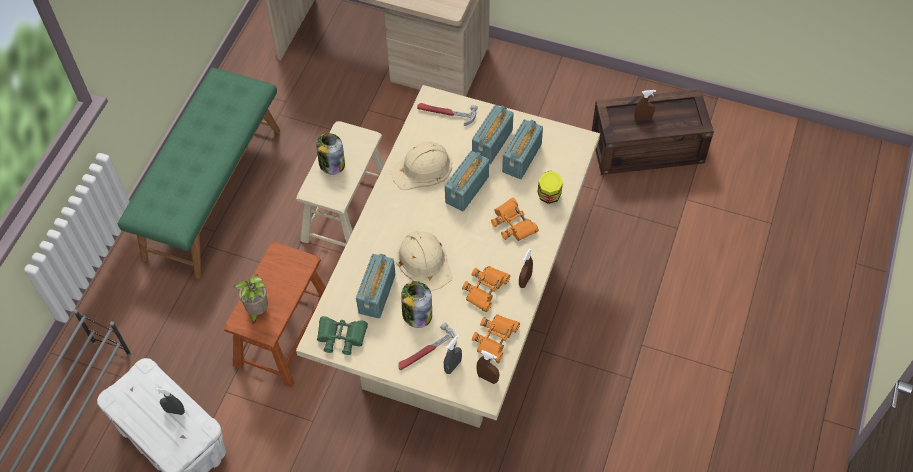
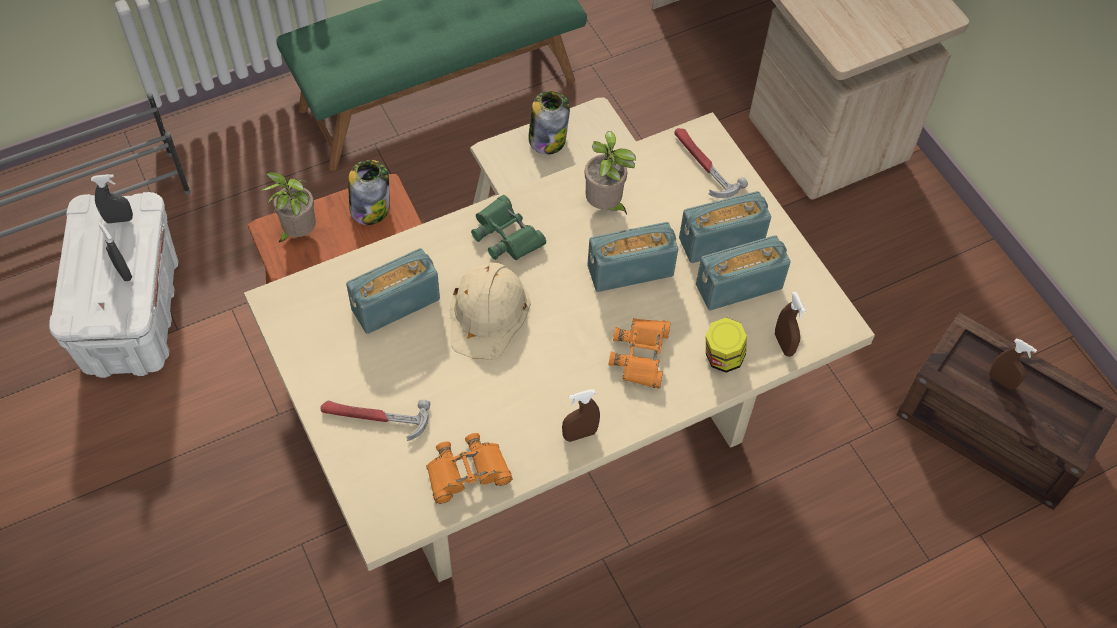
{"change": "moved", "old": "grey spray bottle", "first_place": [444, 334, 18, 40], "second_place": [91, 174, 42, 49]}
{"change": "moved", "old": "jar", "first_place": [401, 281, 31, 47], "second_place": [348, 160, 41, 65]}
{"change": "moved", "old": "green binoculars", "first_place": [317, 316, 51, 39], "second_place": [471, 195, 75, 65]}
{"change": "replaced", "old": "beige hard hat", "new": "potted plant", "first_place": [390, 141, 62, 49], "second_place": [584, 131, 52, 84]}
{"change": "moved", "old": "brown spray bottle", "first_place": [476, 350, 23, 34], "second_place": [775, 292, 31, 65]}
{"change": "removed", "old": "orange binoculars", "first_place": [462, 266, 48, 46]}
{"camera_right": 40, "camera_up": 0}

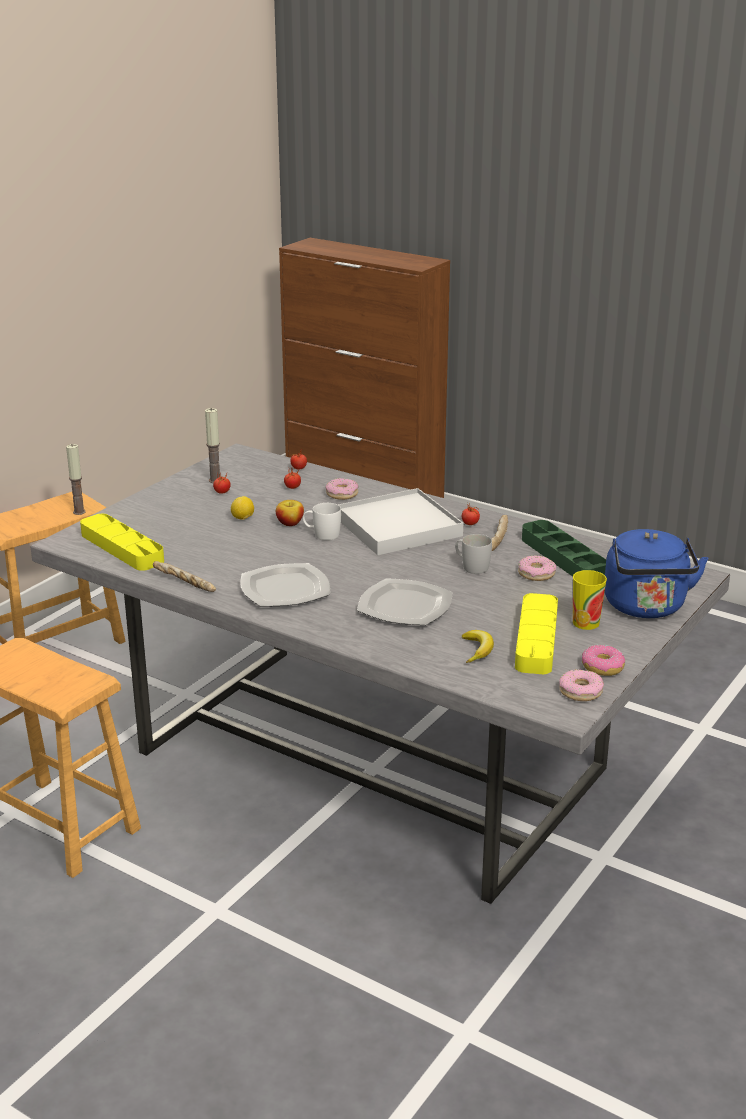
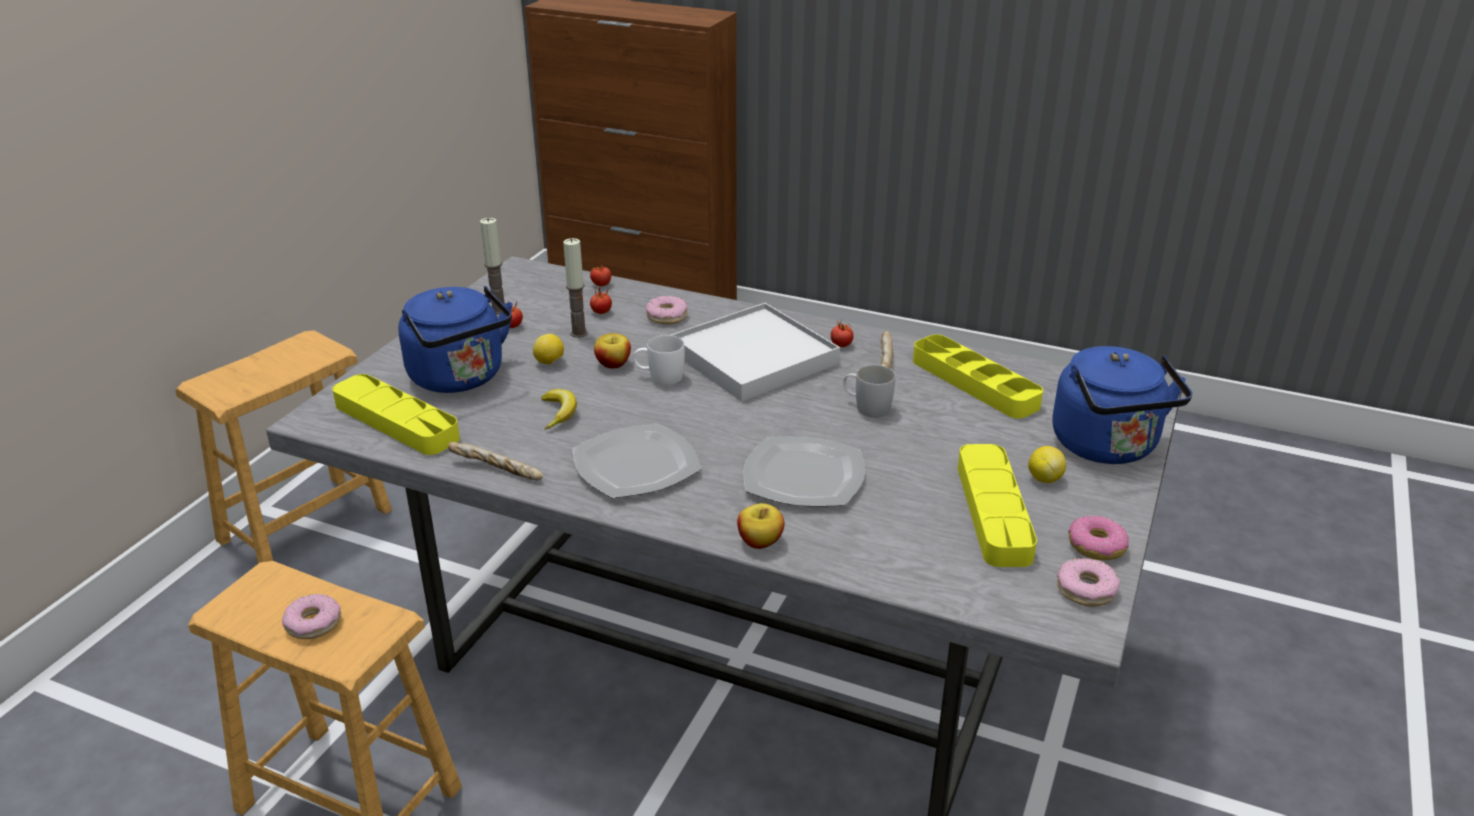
{"change": "moved", "old": "donut", "first_place": [518, 555, 38, 26], "second_place": [282, 594, 59, 45]}
{"change": "added", "new": "blue kettle", "second_place": [398, 286, 115, 107]}
{"change": "moved", "old": "banana", "first_place": [462, 630, 32, 33], "second_place": [541, 389, 36, 41]}
{"change": "moved", "old": "candle", "first_place": [66, 444, 20, 71], "second_place": [563, 238, 25, 100]}
{"change": "added", "new": "apple", "second_place": [737, 503, 47, 46]}
{"change": "recoloured", "old": "green tray", "new": "yellow tray", "first_place": [522, 520, 84, 57], "second_place": [913, 334, 130, 84]}
{"change": "replaced", "old": "cup", "new": "lemon", "first_place": [573, 570, 34, 60], "second_place": [1028, 446, 38, 37]}
{"camera_right": -10, "camera_up": 5}

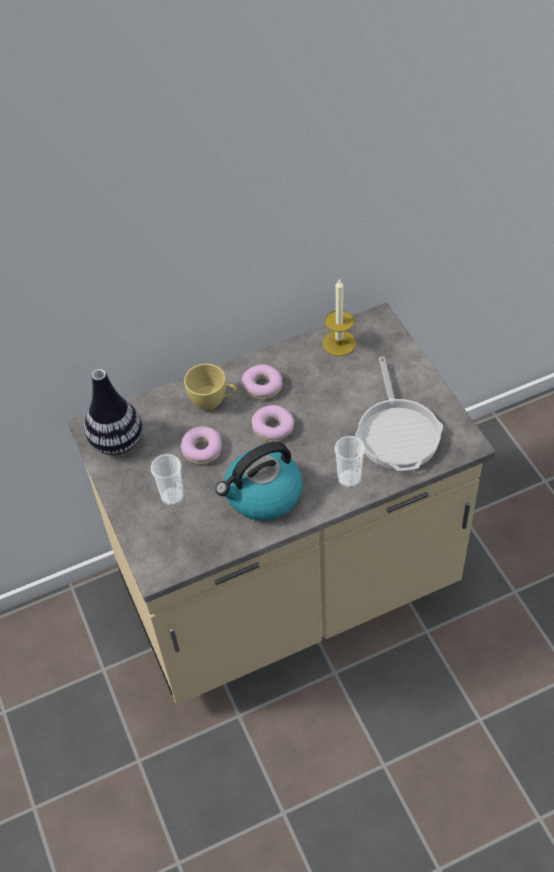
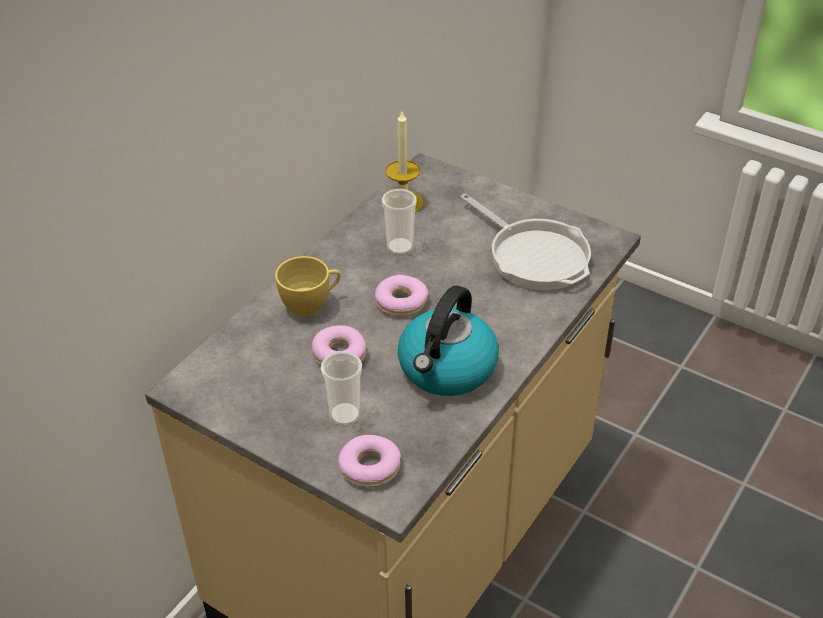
{"change": "moved", "old": "donut", "first_place": [241, 364, 41, 35], "second_place": [338, 435, 63, 52]}
{"change": "moved", "old": "cup", "first_place": [335, 436, 30, 52], "second_place": [382, 189, 35, 66]}
{"change": "removed", "old": "vase", "first_place": [84, 369, 58, 86]}
{"camera_right": -35, "camera_up": -10}

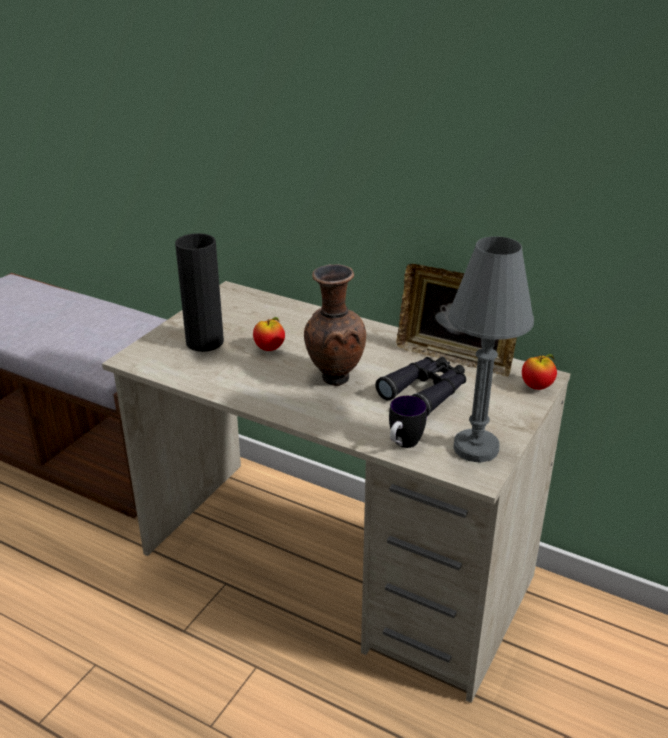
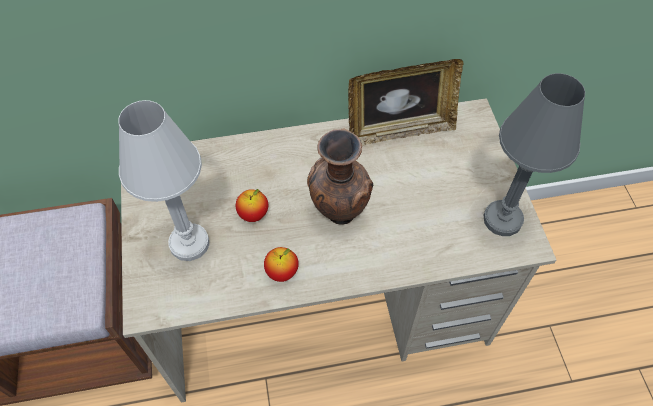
{"change": "replaced", "old": "black vase", "new": "white table lamp", "first_place": [175, 233, 49, 119], "second_place": [118, 100, 91, 161]}
{"change": "moved", "old": "apple", "first_place": [522, 354, 35, 36], "second_place": [264, 247, 35, 35]}
{"change": "removed", "old": "black binoculars", "first_place": [375, 357, 91, 59]}
{"change": "removed", "old": "mug", "first_place": [389, 396, 38, 52]}
{"camera_right": -40, "camera_up": 25}

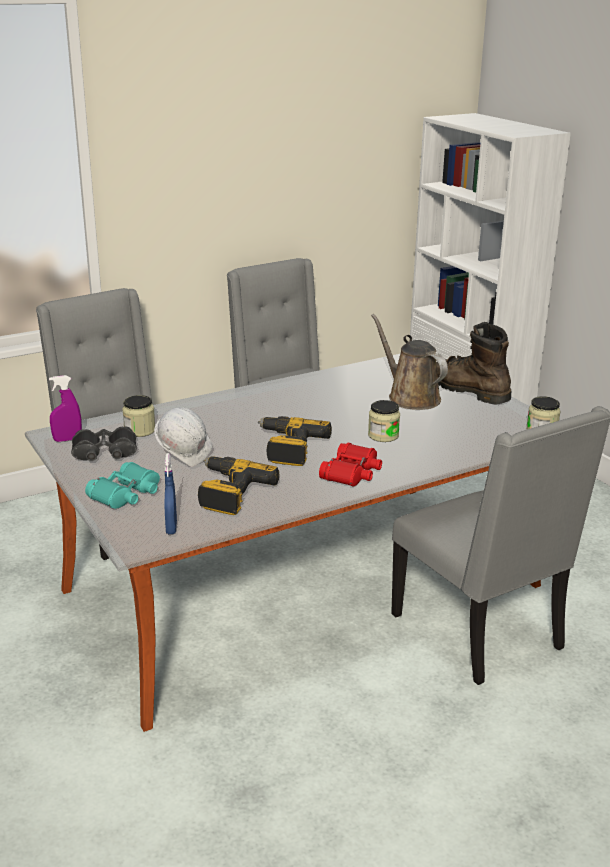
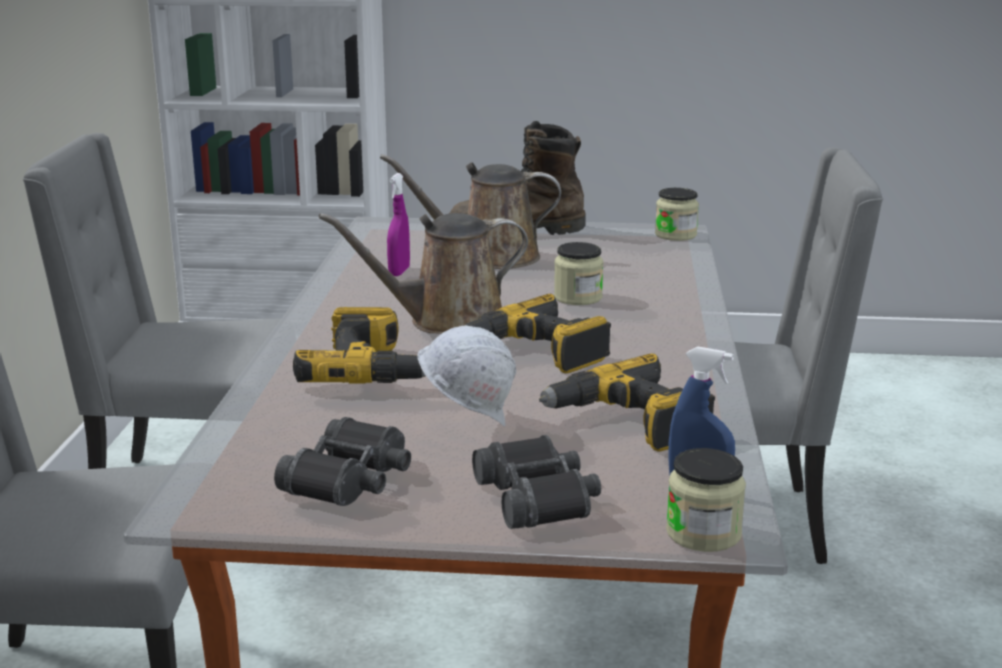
{"change": "added", "new": "power drill", "second_place": [293, 307, 132, 77]}
{"change": "added", "new": "brown watering can", "second_place": [319, 213, 209, 121]}
{"change": "moved", "old": "purple spray bottle", "first_place": [49, 375, 33, 67], "second_place": [387, 173, 23, 103]}
{"change": "recoloured", "old": "turquoise binoculars", "new": "black binoculars", "first_place": [85, 462, 75, 47], "second_place": [472, 435, 129, 94]}
{"change": "moved", "old": "jar", "first_place": [122, 395, 33, 42], "second_place": [666, 448, 80, 104]}
{"change": "removed", "old": "red binoculars", "first_place": [319, 443, 63, 43]}
{"camera_right": -55, "camera_up": -5}

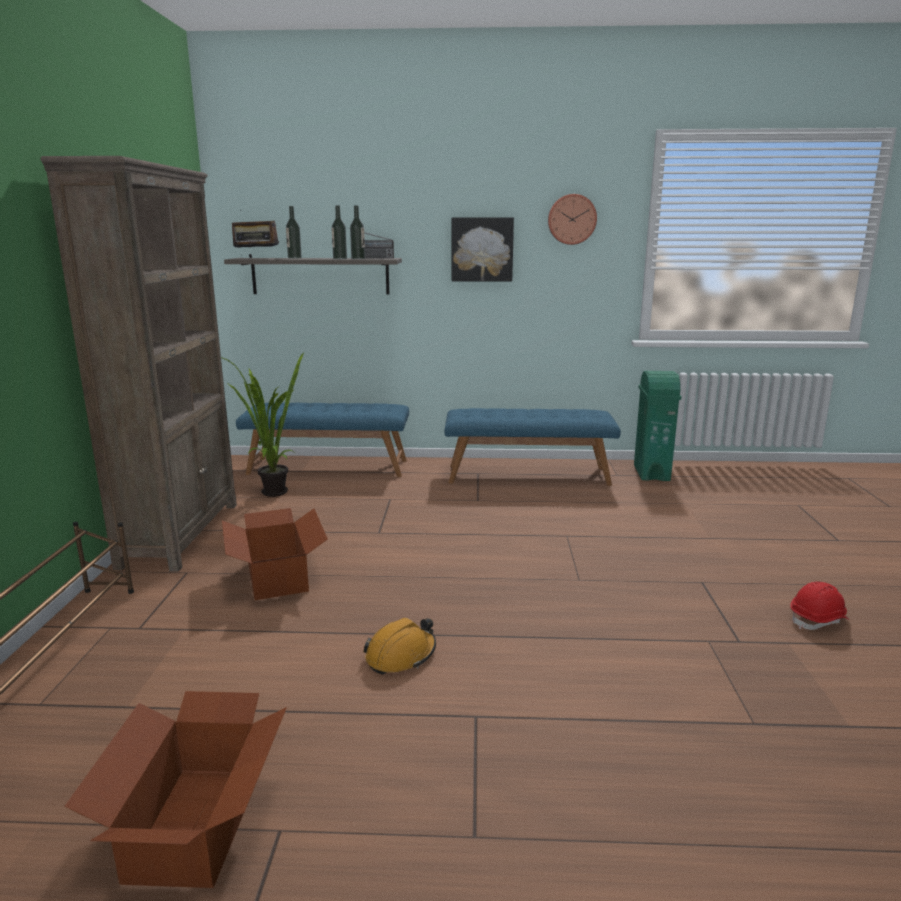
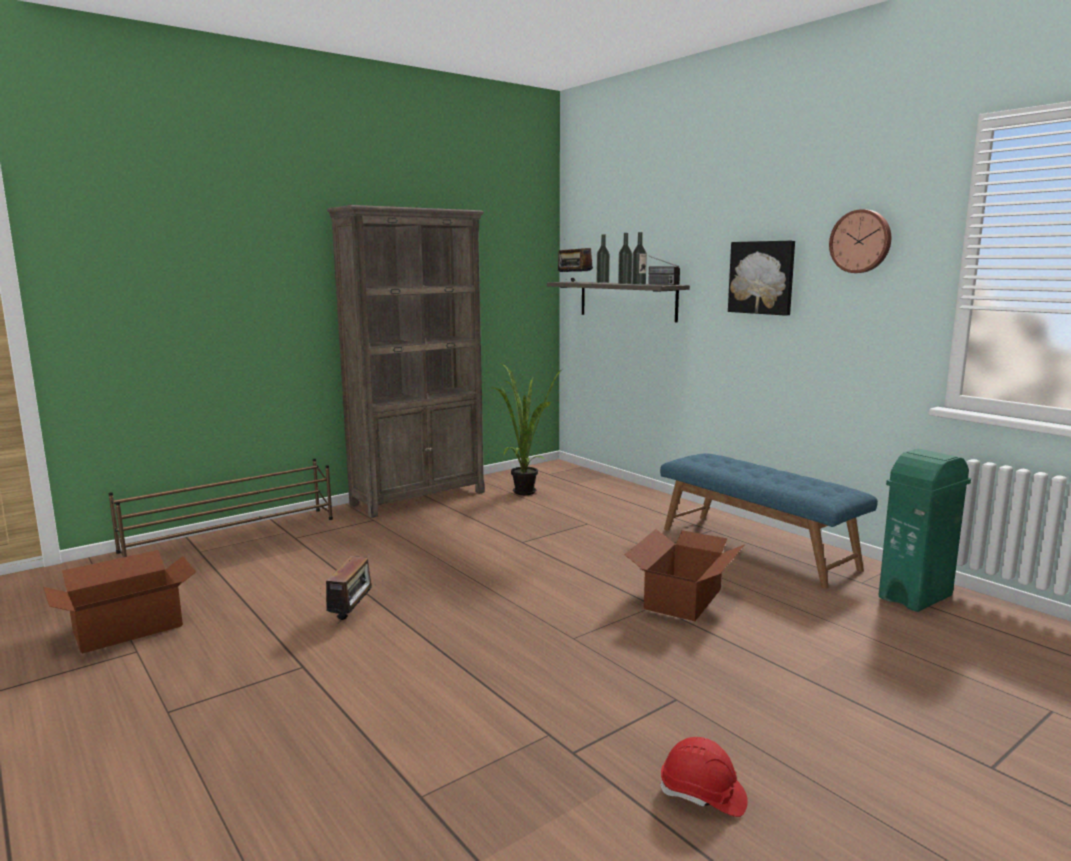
{"change": "replaced", "old": "orange hard hat", "new": "radio", "first_place": [363, 618, 73, 57], "second_place": [326, 556, 50, 66]}
{"change": "moved", "old": "cardboard box", "first_place": [222, 508, 106, 92], "second_place": [625, 529, 119, 92]}
{"change": "removed", "old": "blue bench", "first_place": [236, 402, 173, 75]}
{"camera_right": 50, "camera_up": -5}

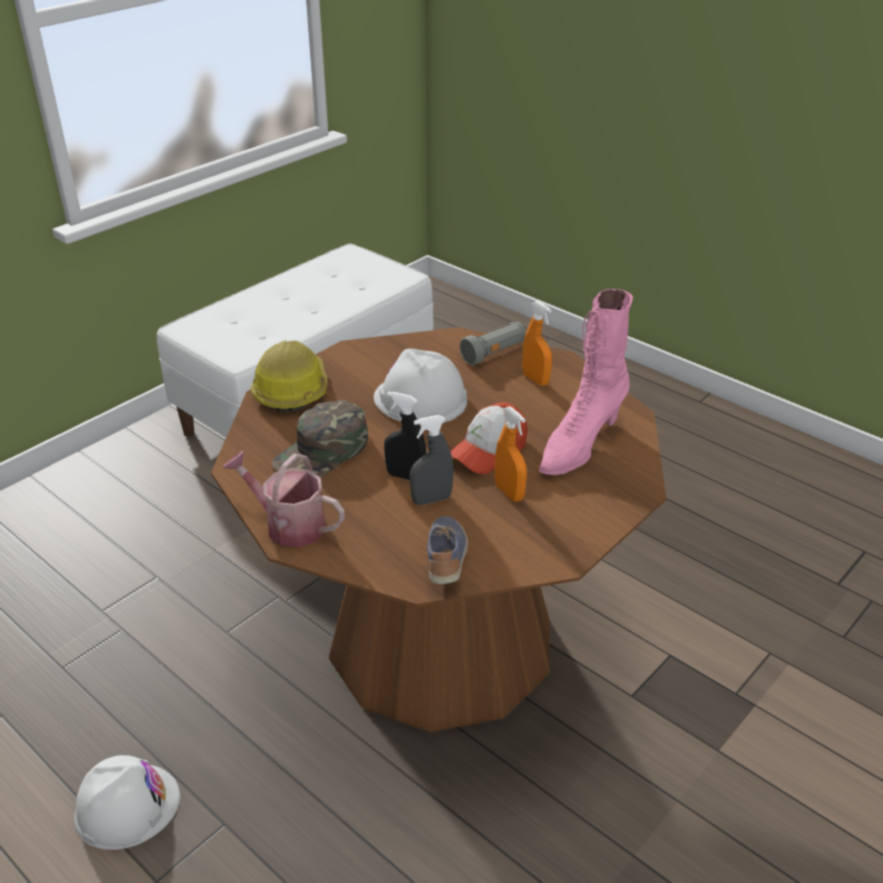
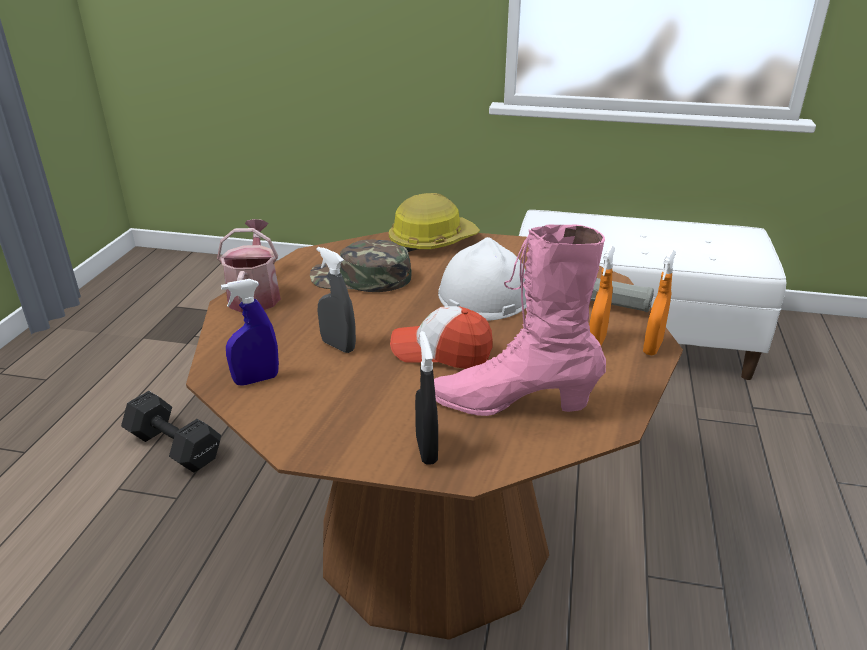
{"change": "replaced", "old": "white hard hat", "new": "black dumbbell", "first_place": [74, 755, 106, 95], "second_place": [121, 391, 100, 82]}
{"change": "replaced", "old": "shoe", "new": "blue spray bottle", "first_place": [427, 516, 41, 68], "second_place": [221, 279, 58, 107]}
{"change": "moved", "old": "black spray bottle", "first_place": [384, 391, 42, 89], "second_place": [415, 331, 23, 133]}
{"change": "moved", "old": "orange spray bottle", "first_place": [495, 406, 32, 96], "second_place": [643, 250, 33, 105]}
{"camera_right": 60, "camera_up": -5}

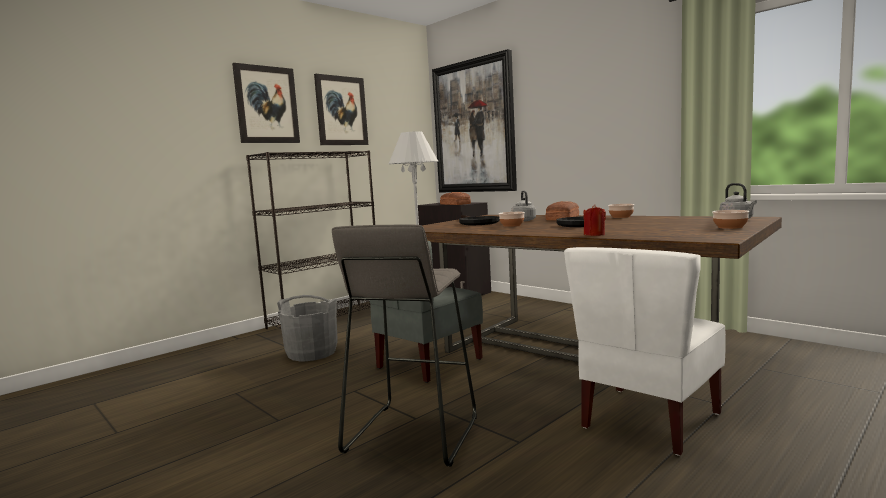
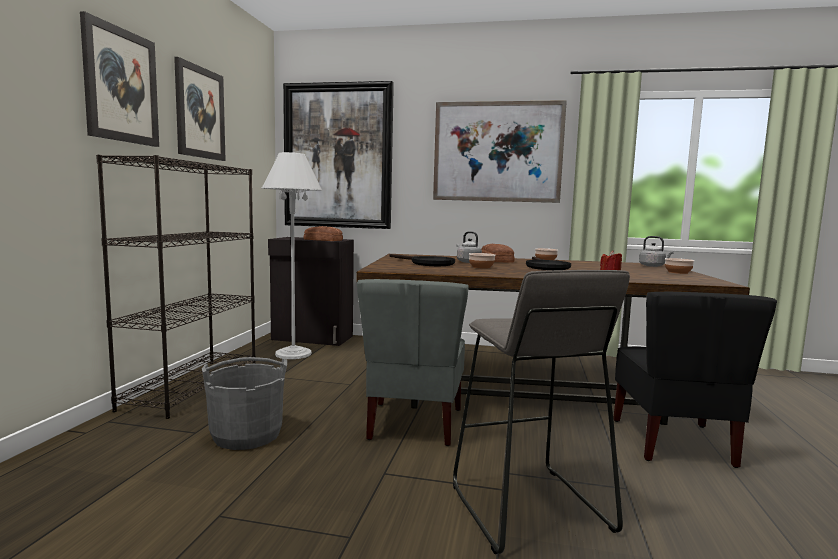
{"change": "added", "new": "picture", "second_place": [433, 100, 134, 103]}
{"change": "recoloured", "old": "white chair", "new": "black chair", "first_place": [564, 247, 162, 209], "second_place": [613, 292, 164, 176]}
{"camera_right": -35, "camera_up": 0}

